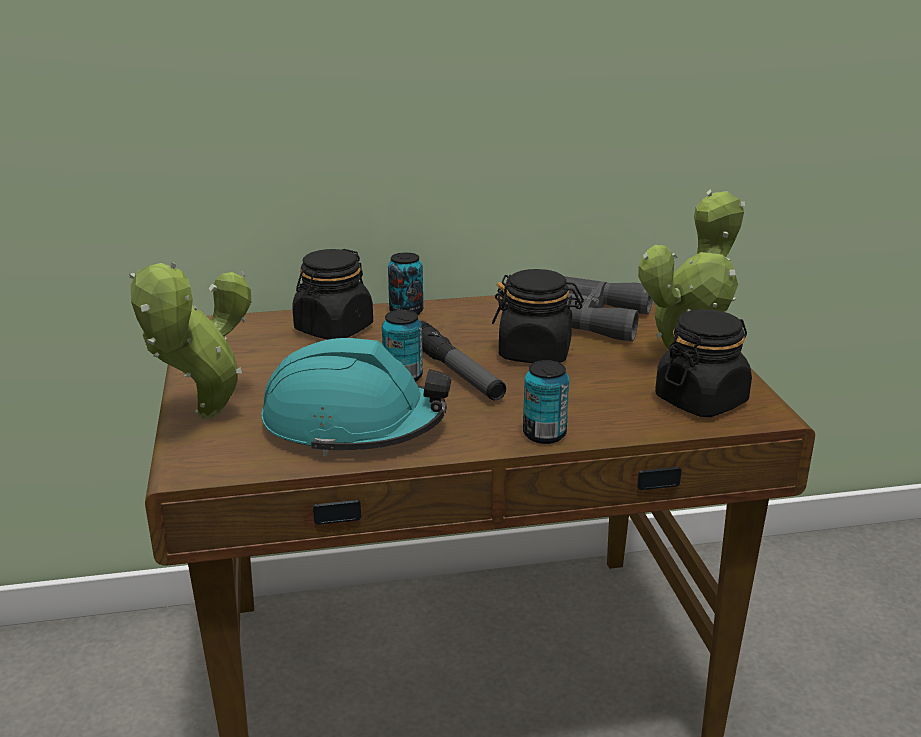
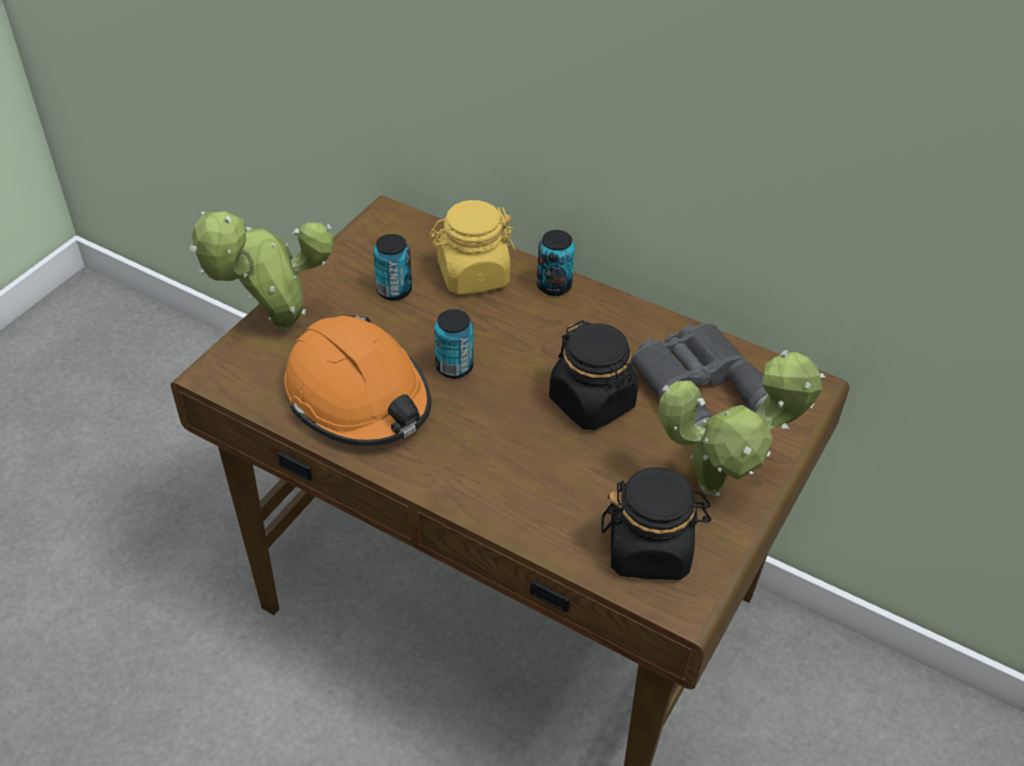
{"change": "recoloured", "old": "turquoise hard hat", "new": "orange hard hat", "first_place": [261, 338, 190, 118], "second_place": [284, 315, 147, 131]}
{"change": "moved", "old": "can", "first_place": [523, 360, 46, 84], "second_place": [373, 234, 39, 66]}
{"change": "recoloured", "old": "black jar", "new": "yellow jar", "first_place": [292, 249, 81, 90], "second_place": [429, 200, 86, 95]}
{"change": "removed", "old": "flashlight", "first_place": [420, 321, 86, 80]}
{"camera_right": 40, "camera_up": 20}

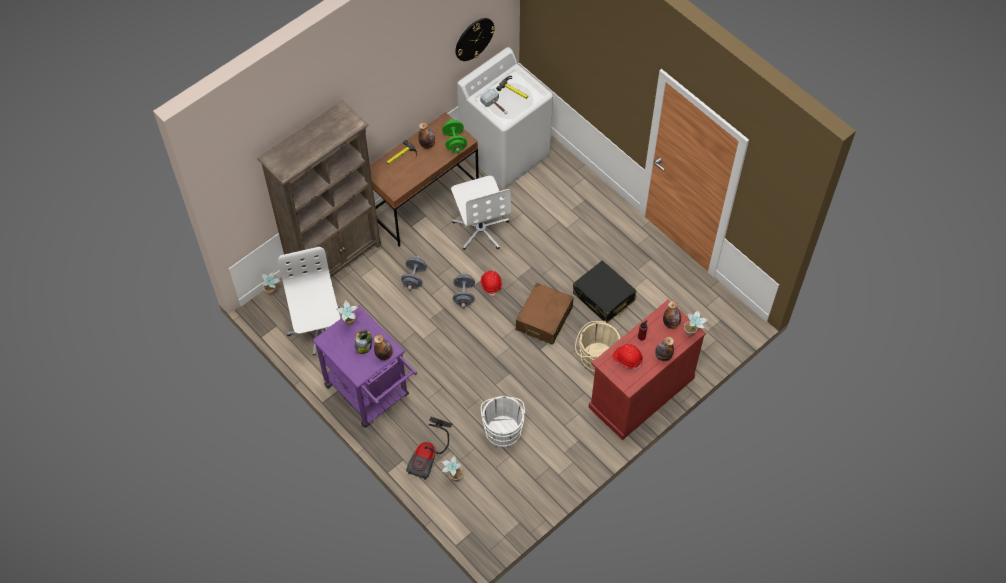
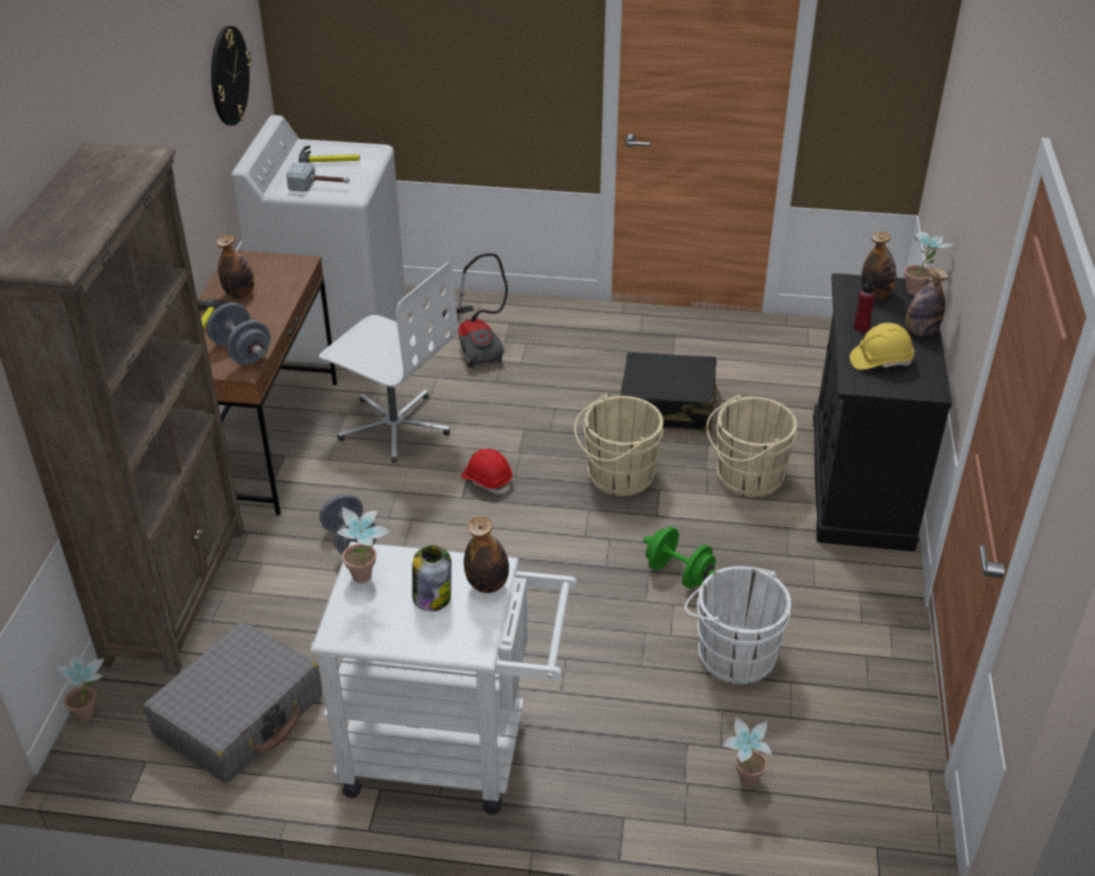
{"change": "replaced", "old": "white office chair", "new": "grey suitcase", "first_place": [278, 247, 63, 109], "second_place": [143, 621, 179, 162]}
{"change": "moved", "old": "grey dumbbell", "first_place": [453, 272, 22, 36], "second_place": [206, 302, 65, 63]}
{"change": "recoloured", "old": "purple cart", "new": "white cart", "first_place": [312, 305, 105, 123], "second_place": [310, 542, 267, 273]}
{"change": "moved", "old": "vacuum cleaner", "first_place": [406, 417, 46, 63], "second_place": [442, 253, 66, 116]}
{"change": "replaced", "old": "brown suitcase", "new": "beige bucket", "first_place": [516, 283, 57, 62], "second_place": [574, 395, 90, 101]}
{"change": "moved", "old": "green dumbbell", "first_place": [442, 119, 25, 34], "second_place": [643, 527, 73, 62]}
{"change": "recoloured", "old": "red cabinet", "new": "black cabinet", "first_place": [589, 299, 117, 141], "second_place": [813, 273, 139, 279]}
{"change": "recoloured", "old": "red hard hat", "new": "yellow hard hat", "first_place": [612, 344, 31, 25], "second_place": [850, 323, 64, 47]}
{"camera_right": -40, "camera_up": -20}

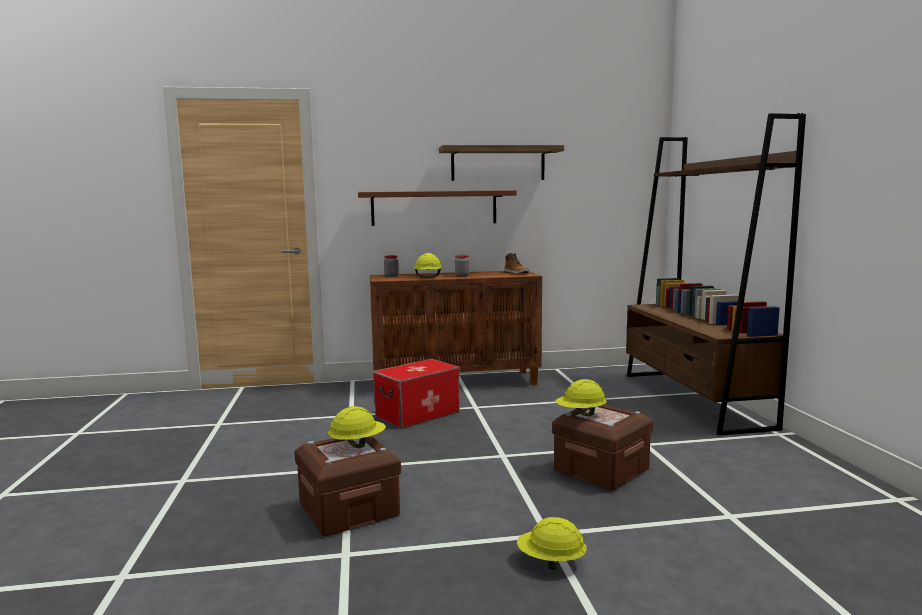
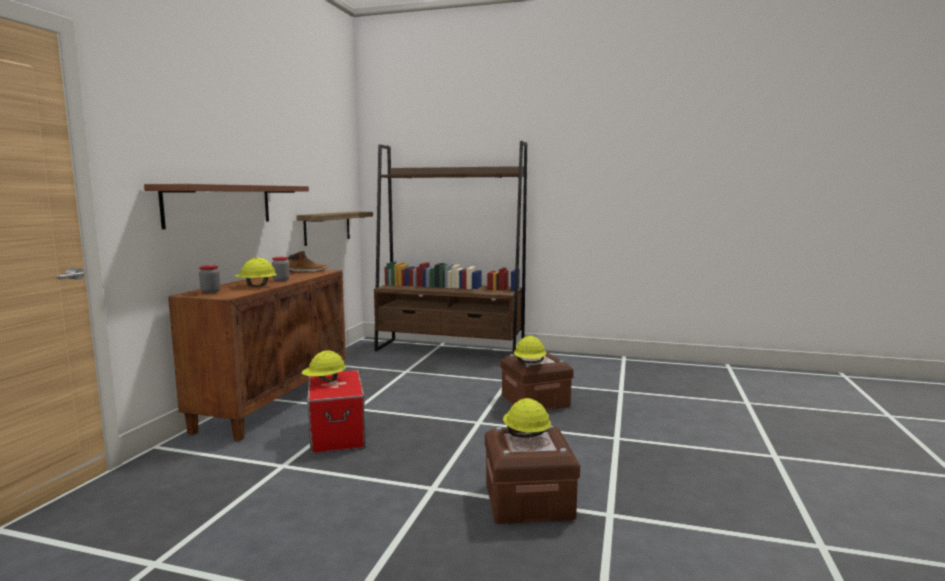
{"change": "moved", "old": "shelf", "first_place": [439, 145, 125, 36], "second_place": [297, 212, 76, 34]}
{"change": "moved", "old": "yellow hard hat", "first_place": [517, 517, 70, 53], "second_place": [302, 350, 44, 32]}
{"camera_right": -65, "camera_up": 0}

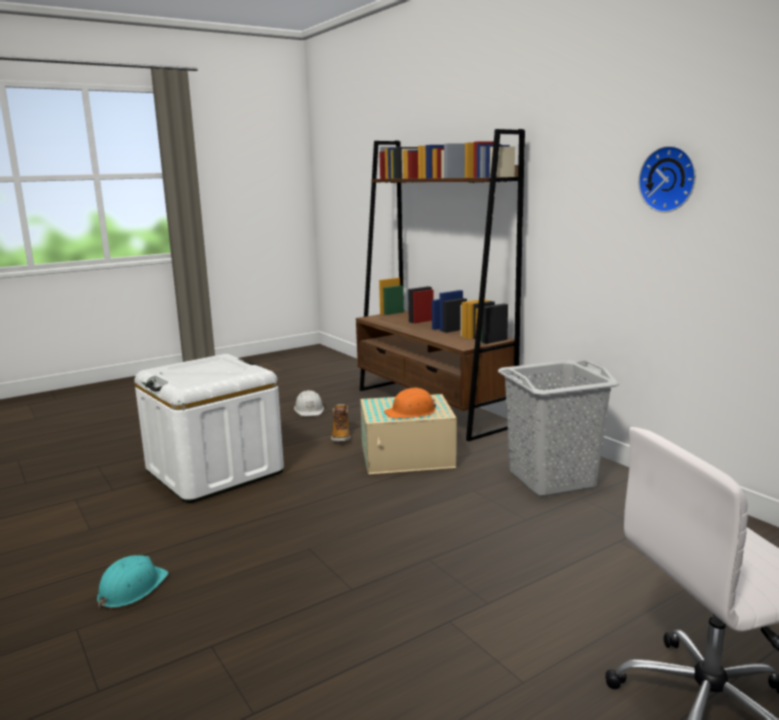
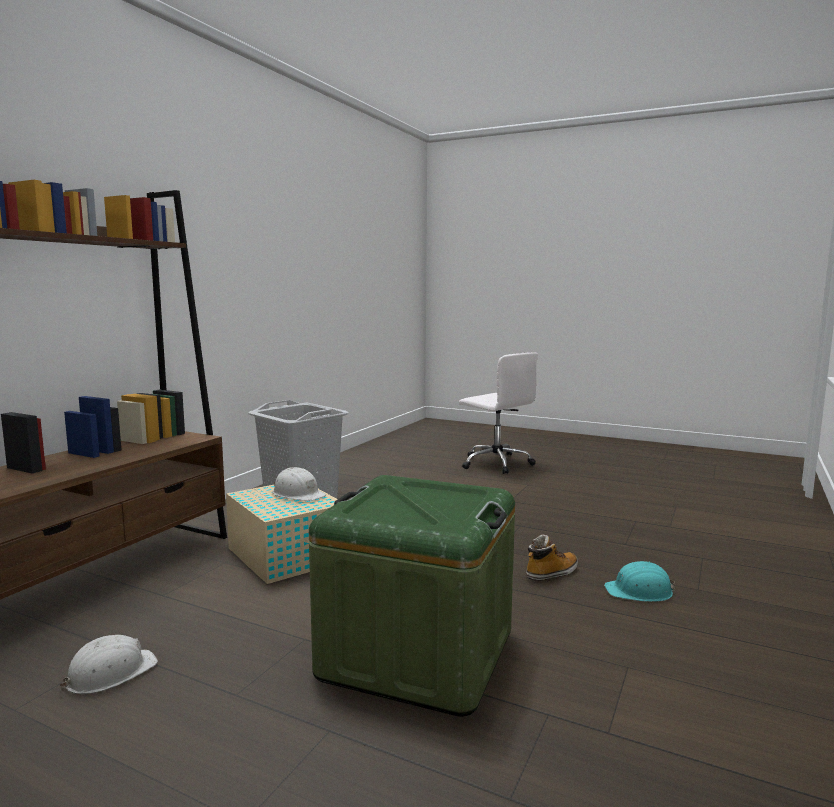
{"change": "recoloured", "old": "orange hard hat", "new": "white hard hat", "first_place": [384, 387, 52, 31], "second_place": [272, 467, 54, 34]}
{"change": "recoloured", "old": "white storage box", "new": "green storage box", "first_place": [134, 354, 150, 149], "second_place": [309, 475, 206, 242]}
{"change": "moved", "old": "boot", "first_place": [331, 404, 20, 38], "second_place": [526, 535, 52, 46]}
{"change": "removed", "old": "wall clock", "first_place": [638, 146, 58, 67]}
{"camera_right": -120, "camera_up": -5}

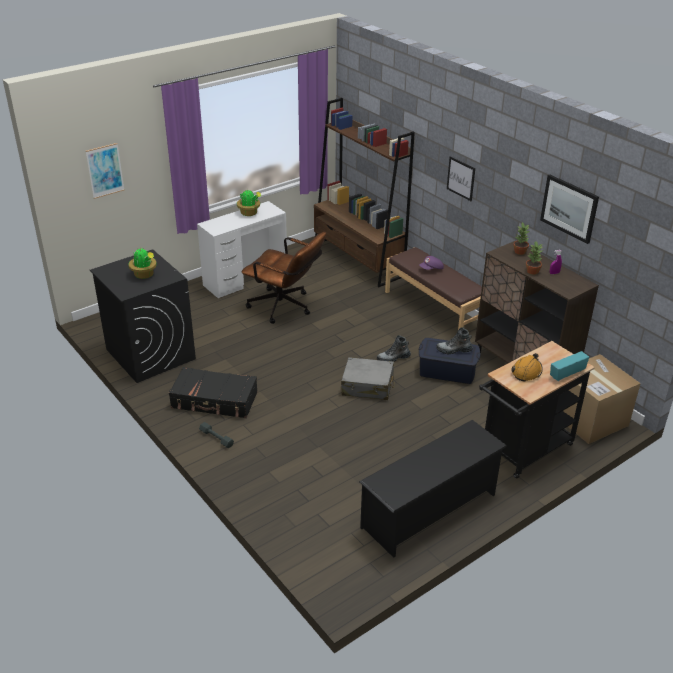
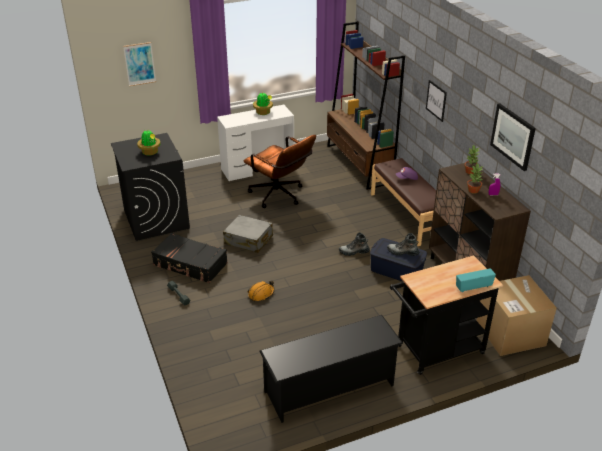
{"change": "moved", "old": "grey suitcase", "first_place": [341, 357, 54, 43], "second_place": [223, 215, 50, 38]}
{"change": "moved", "old": "orange hard hat", "first_place": [511, 353, 32, 29], "second_place": [248, 281, 27, 20]}
{"camera_right": 15, "camera_up": 0}

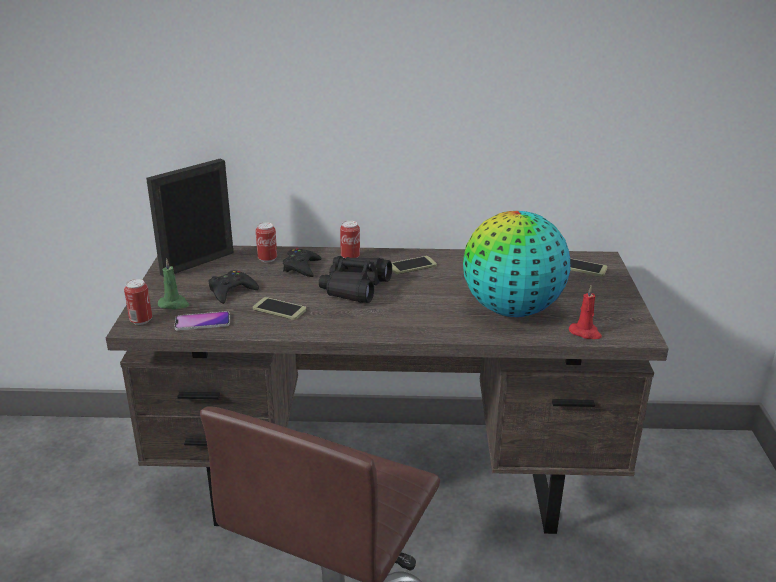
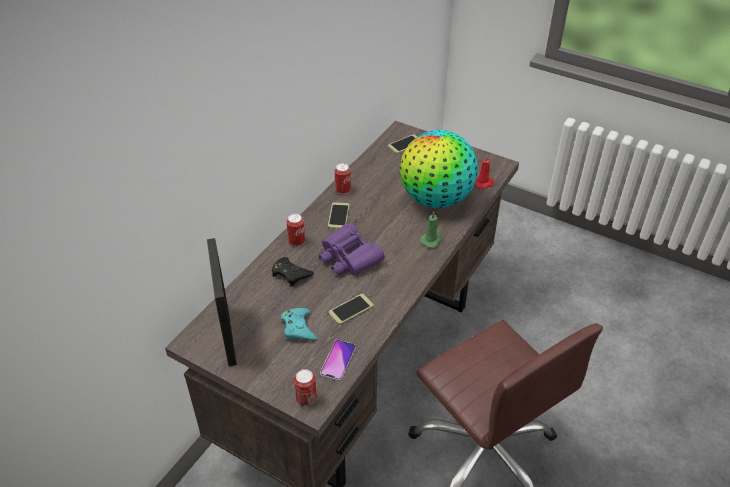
{"change": "recoloured", "old": "black game controller", "new": "turquoise game controller", "first_place": [208, 270, 51, 34], "second_place": [281, 308, 37, 33]}
{"change": "recoloured", "old": "black binoculars", "new": "purple binoculars", "first_place": [319, 256, 73, 47], "second_place": [319, 223, 66, 53]}
{"change": "moved", "old": "can", "first_place": [256, 222, 21, 40], "second_place": [335, 163, 16, 31]}
{"change": "moved", "old": "green candle", "first_place": [158, 259, 31, 50], "second_place": [420, 211, 22, 37]}
{"camera_right": -60, "camera_up": 15}

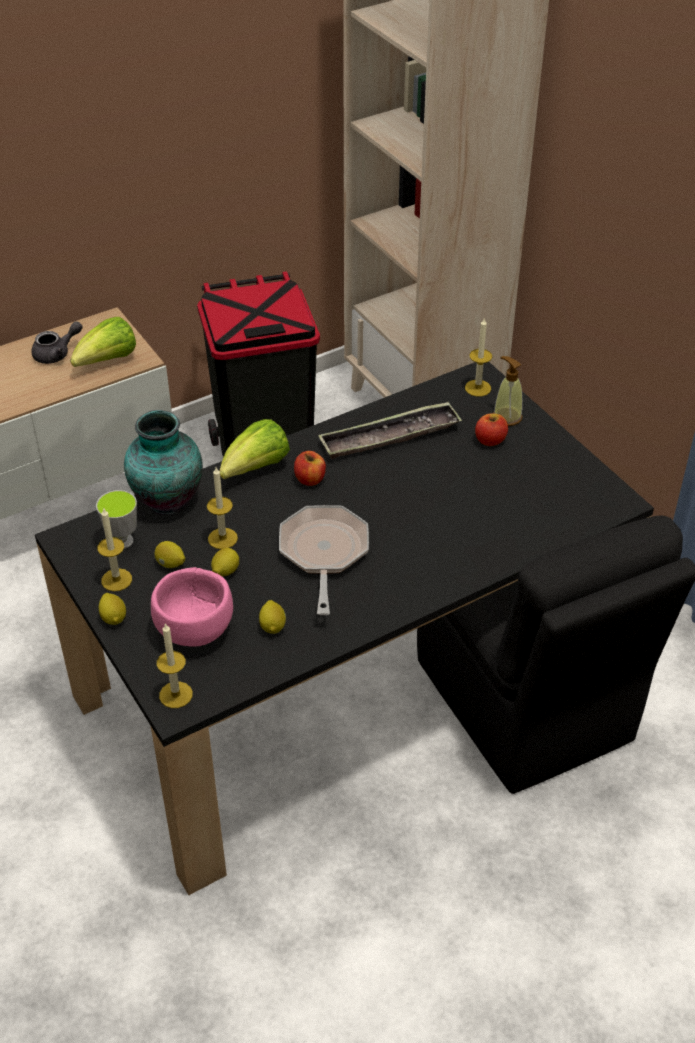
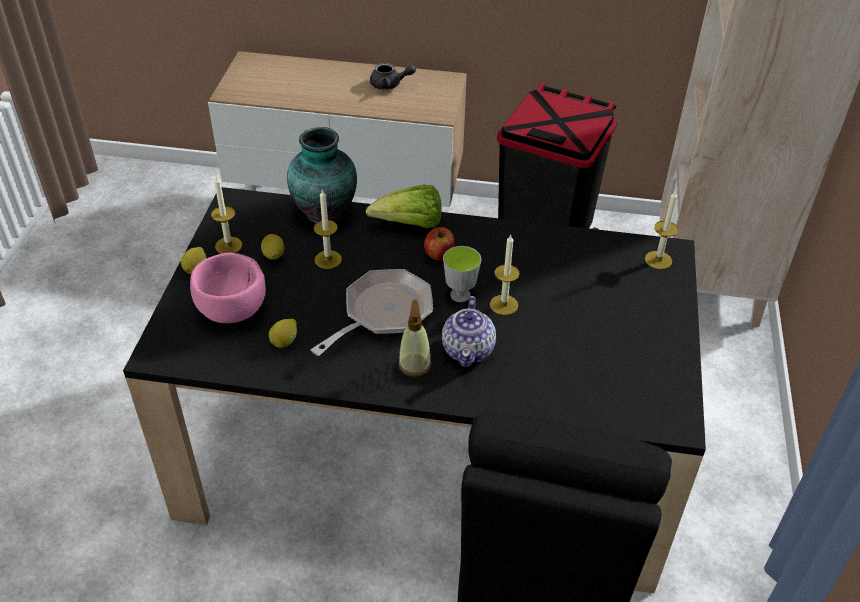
{"change": "moved", "old": "soap dispenser", "first_place": [493, 356, 30, 70], "second_place": [398, 300, 34, 77]}
{"change": "added", "new": "teapot", "second_place": [442, 296, 54, 71]}
{"change": "moved", "old": "cup", "first_place": [96, 490, 41, 59], "second_place": [443, 246, 39, 56]}
{"change": "moved", "old": "candle", "first_place": [156, 623, 37, 85], "second_place": [490, 234, 30, 81]}
{"change": "removed", "old": "lettuce", "first_place": [70, 317, 66, 50]}
{"change": "removed", "old": "lemon", "first_place": [211, 548, 28, 28]}
{"change": "removed", "old": "tray", "first_place": [318, 402, 144, 57]}
{"change": "removed", "old": "apple", "first_place": [475, 413, 33, 33]}
{"camera_right": 40, "camera_up": 0}

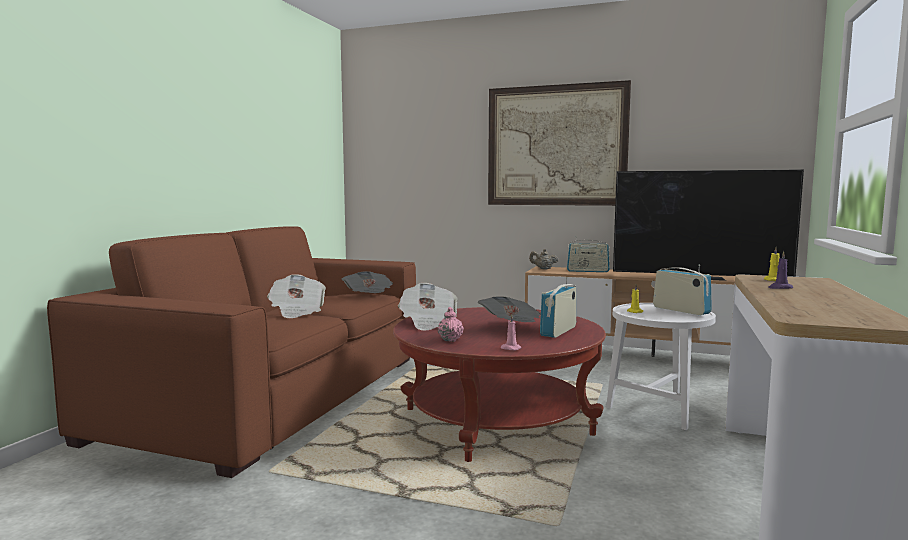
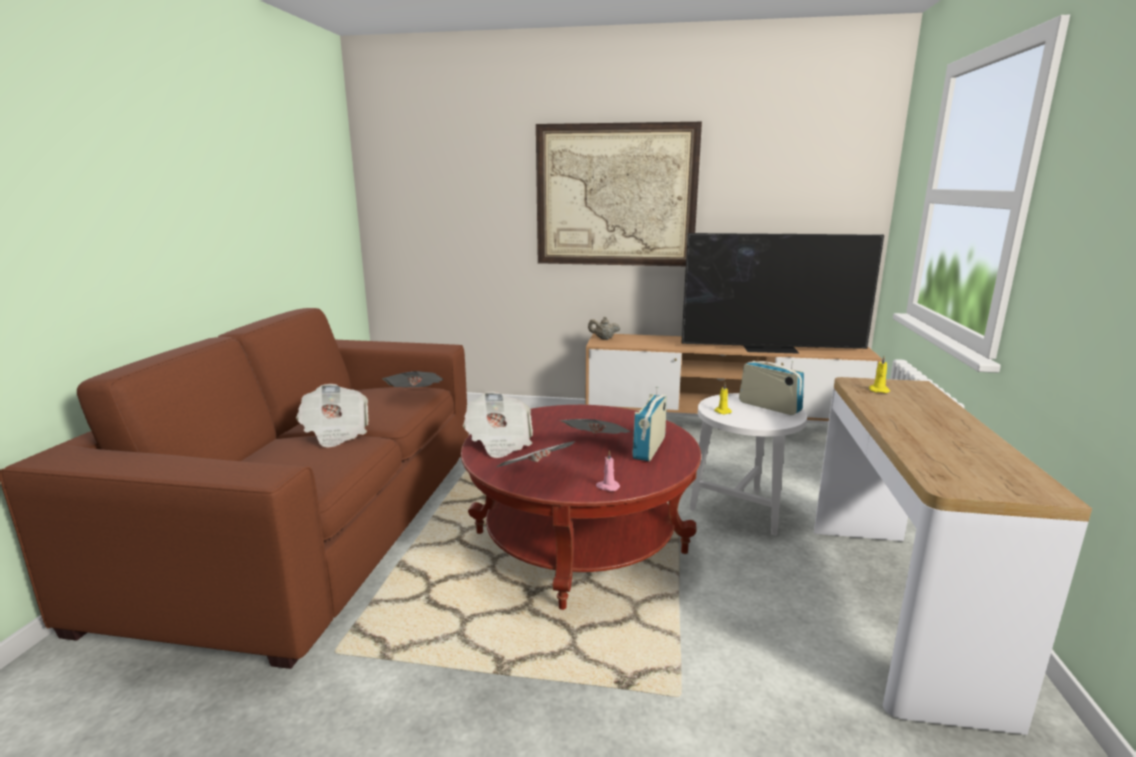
{"change": "replaced", "old": "pink teapot", "new": "newspaper", "first_place": [438, 307, 26, 35], "second_place": [496, 441, 80, 26]}
{"change": "removed", "old": "radio", "first_place": [567, 236, 43, 36]}
{"change": "removed", "old": "purple candle", "first_place": [768, 251, 25, 38]}
{"camera_right": -10, "camera_up": 10}

